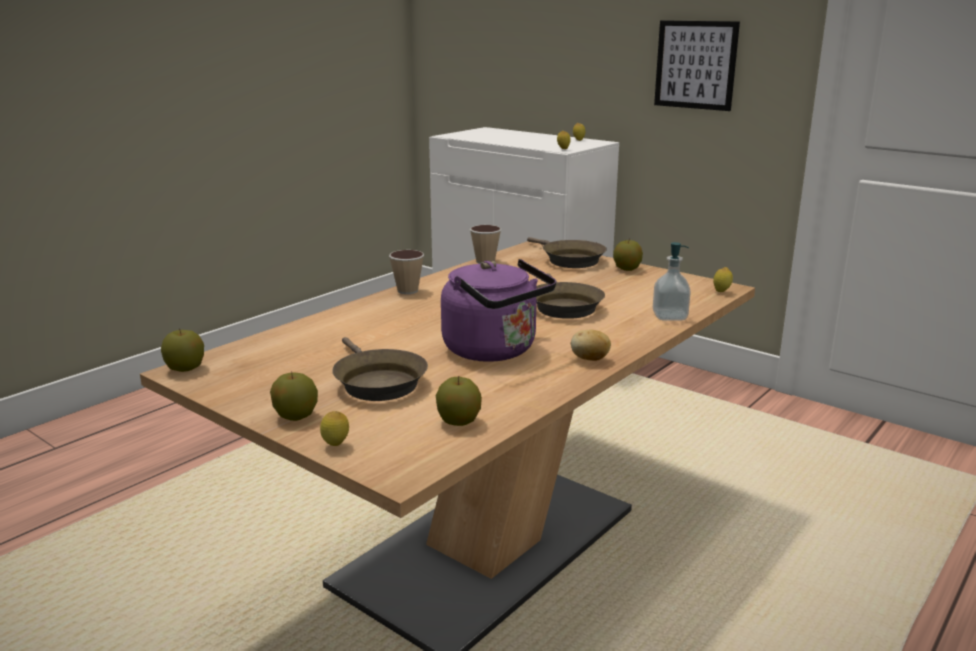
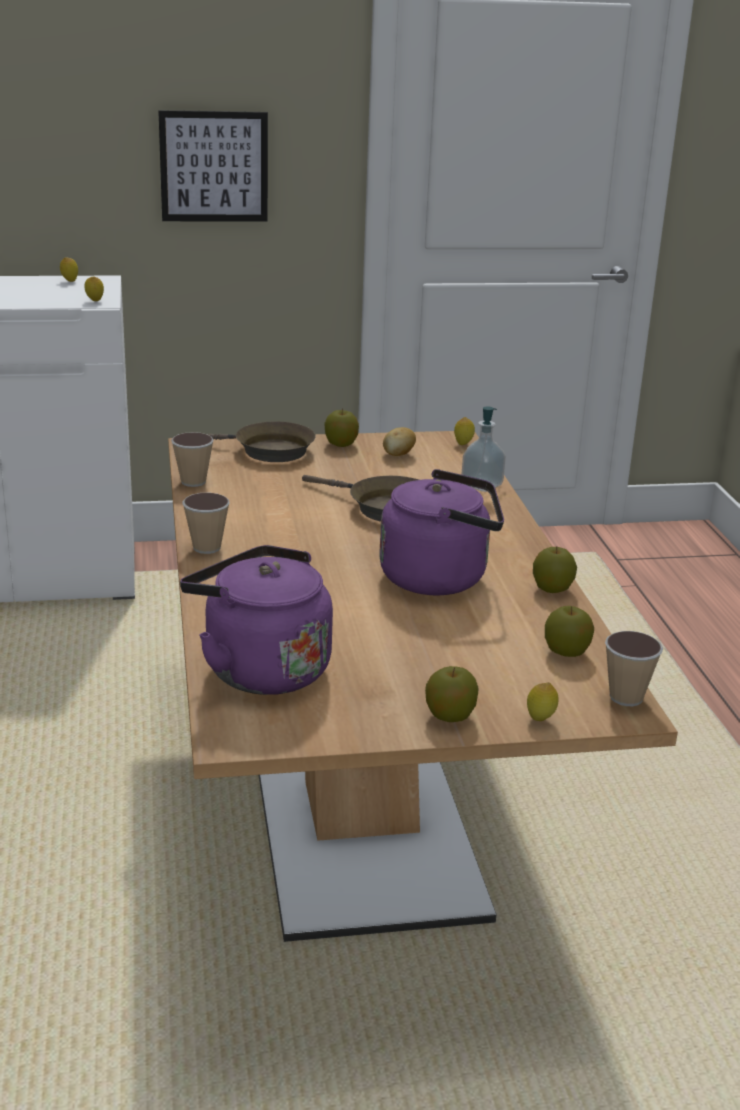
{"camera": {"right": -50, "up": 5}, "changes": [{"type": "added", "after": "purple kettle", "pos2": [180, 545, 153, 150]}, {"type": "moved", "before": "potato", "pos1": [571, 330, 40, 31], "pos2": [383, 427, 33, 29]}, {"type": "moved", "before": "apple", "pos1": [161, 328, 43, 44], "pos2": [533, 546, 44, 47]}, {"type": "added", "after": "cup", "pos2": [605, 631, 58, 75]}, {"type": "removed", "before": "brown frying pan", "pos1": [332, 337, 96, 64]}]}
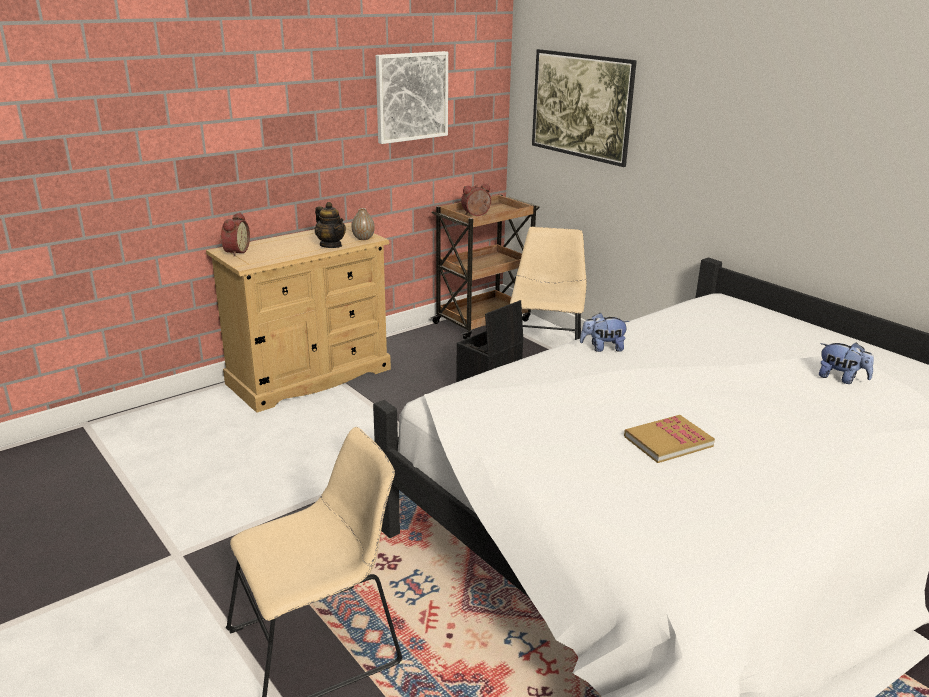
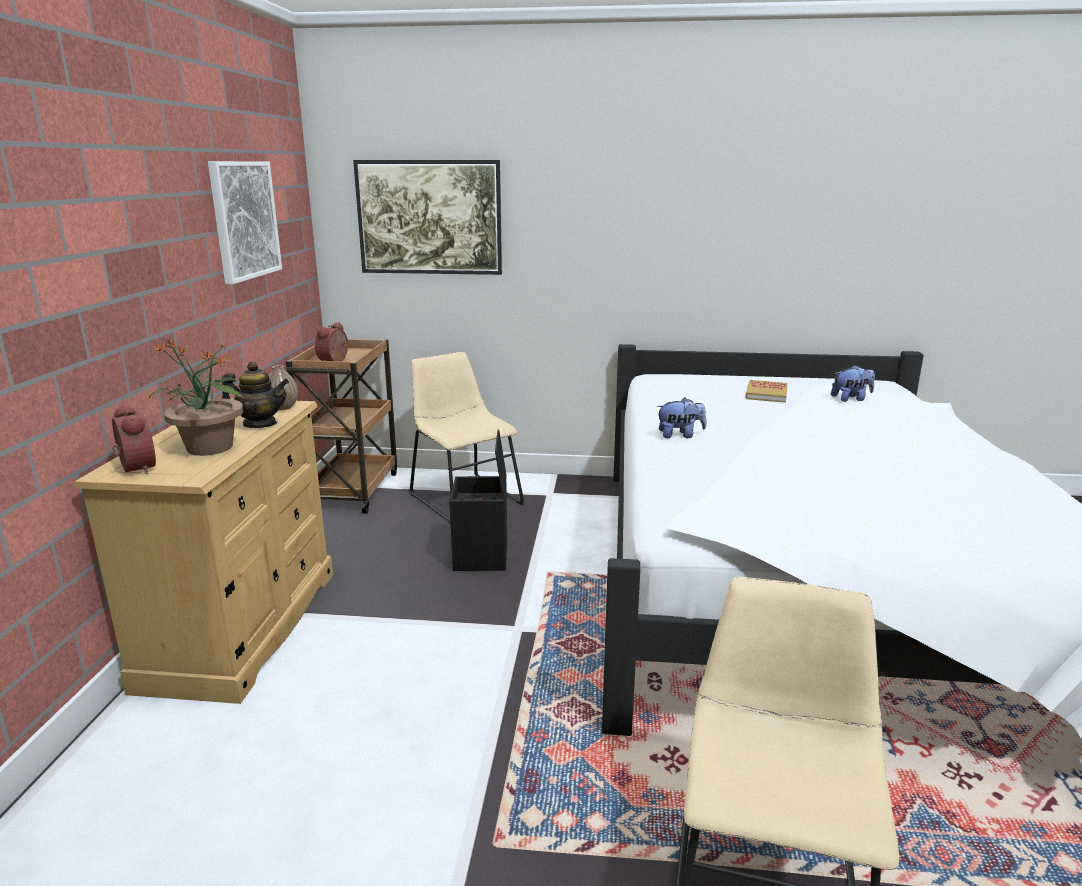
{"camera": {"right": -45, "up": -5}, "changes": [{"type": "added", "after": "potted plant", "pos2": [149, 339, 95, 117]}, {"type": "turned", "before": "plush toy", "pos1": [580, 313, 50, 39], "pos2": [656, 397, 50, 41], "turn": -135}, {"type": "moved", "before": "book", "pos1": [624, 415, 91, 48], "pos2": [745, 380, 43, 23]}]}
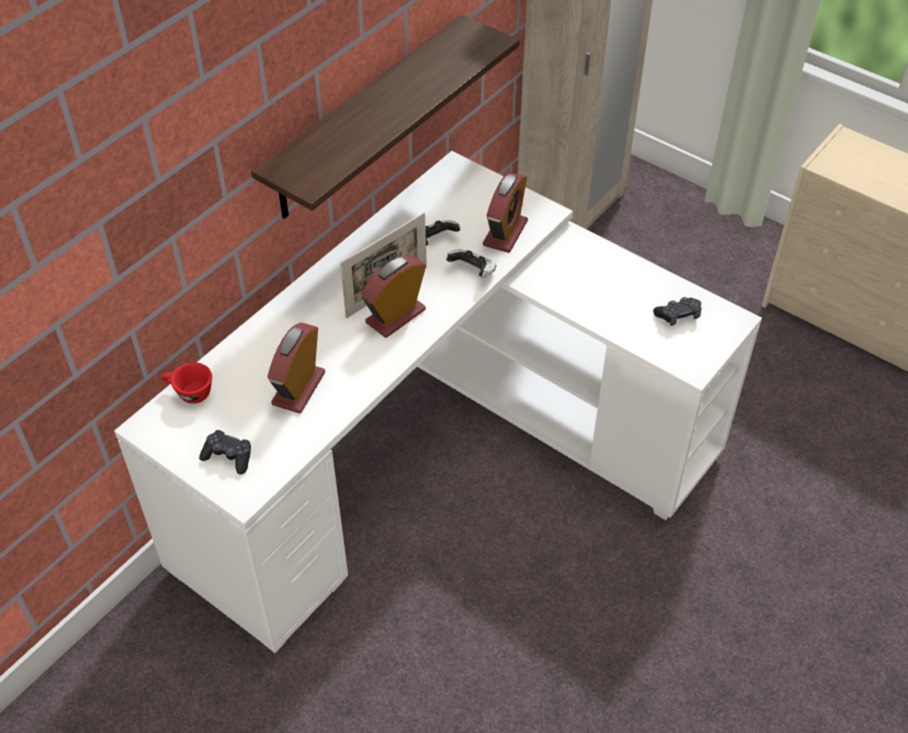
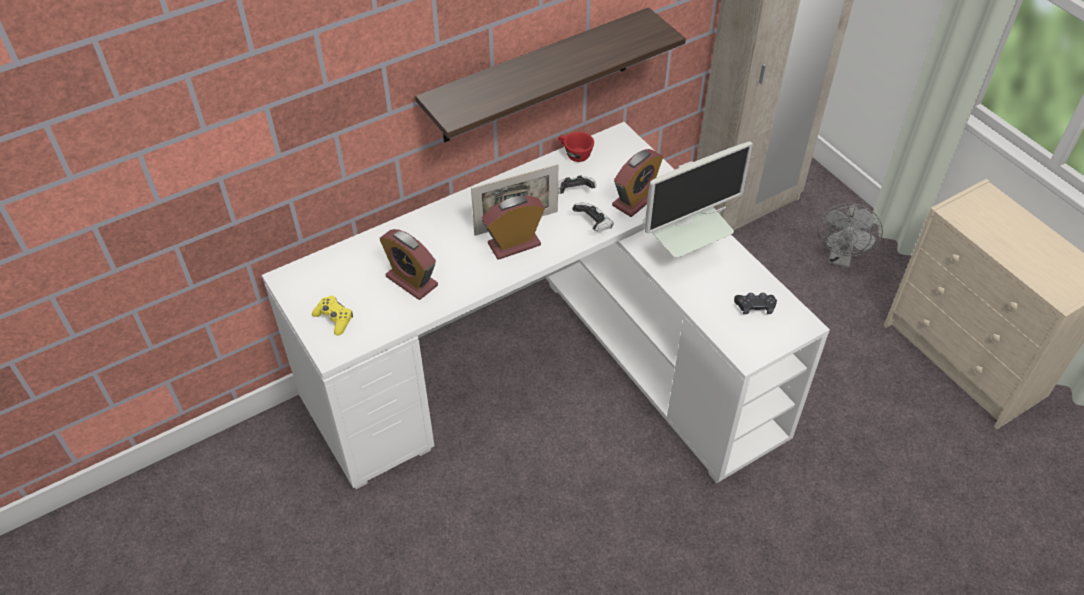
{"camera": {"right": 20, "up": 0}, "changes": [{"type": "recoloured", "before": "black game controller", "after": "yellow game controller", "pos1": [199, 430, 52, 45], "pos2": [312, 295, 41, 40]}, {"type": "turned", "before": "alarm clock", "pos1": [267, 323, 58, 90], "pos2": [379, 229, 59, 71], "turn": -90}, {"type": "moved", "before": "red cup", "pos1": [162, 362, 50, 42], "pos2": [558, 132, 36, 30]}, {"type": "added", "after": "monitor", "pos2": [643, 141, 110, 116]}, {"type": "added", "after": "grey fan", "pos2": [817, 203, 66, 65]}]}
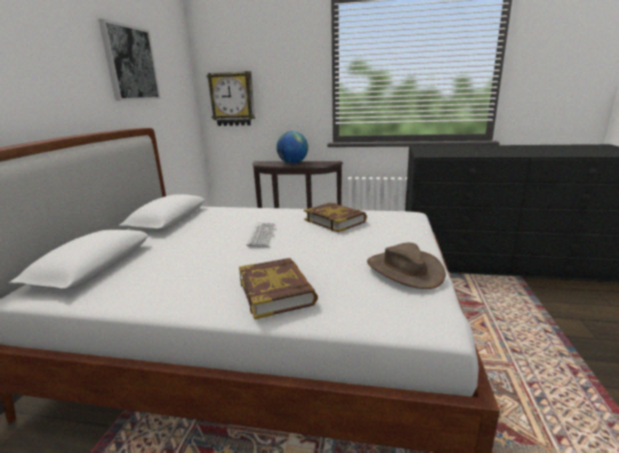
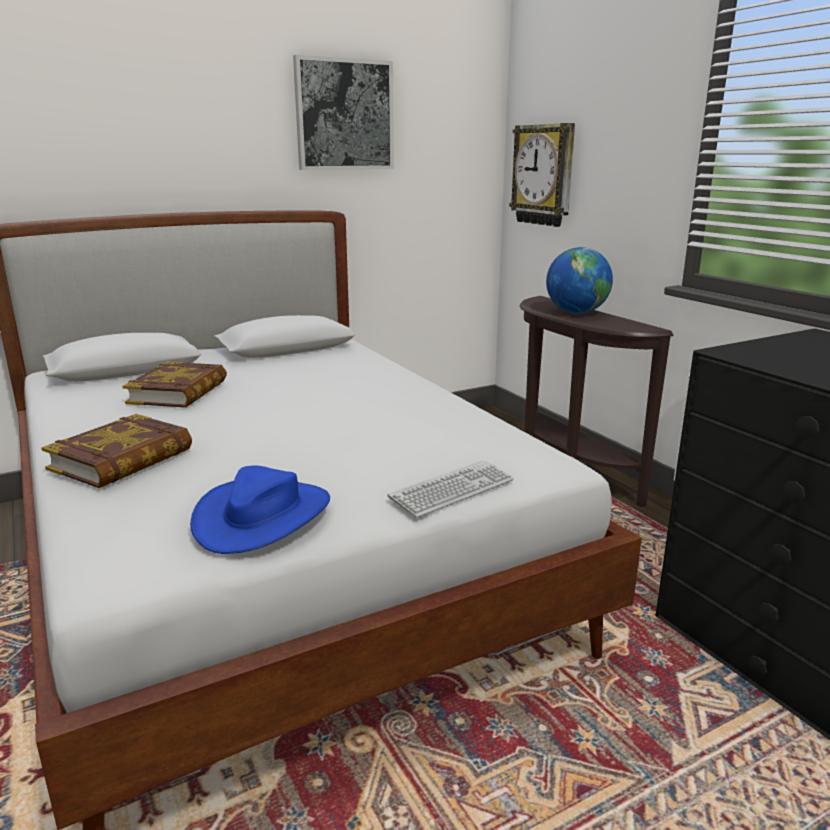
{"camera": {"right": 50, "up": 0}, "changes": [{"type": "moved", "before": "book", "pos1": [304, 202, 63, 31], "pos2": [123, 361, 104, 47]}, {"type": "recoloured", "before": "brown hat", "after": "blue hat", "pos1": [367, 242, 79, 47], "pos2": [190, 466, 140, 88]}, {"type": "moved", "before": "keyboard", "pos1": [247, 223, 29, 24], "pos2": [387, 460, 127, 58]}]}
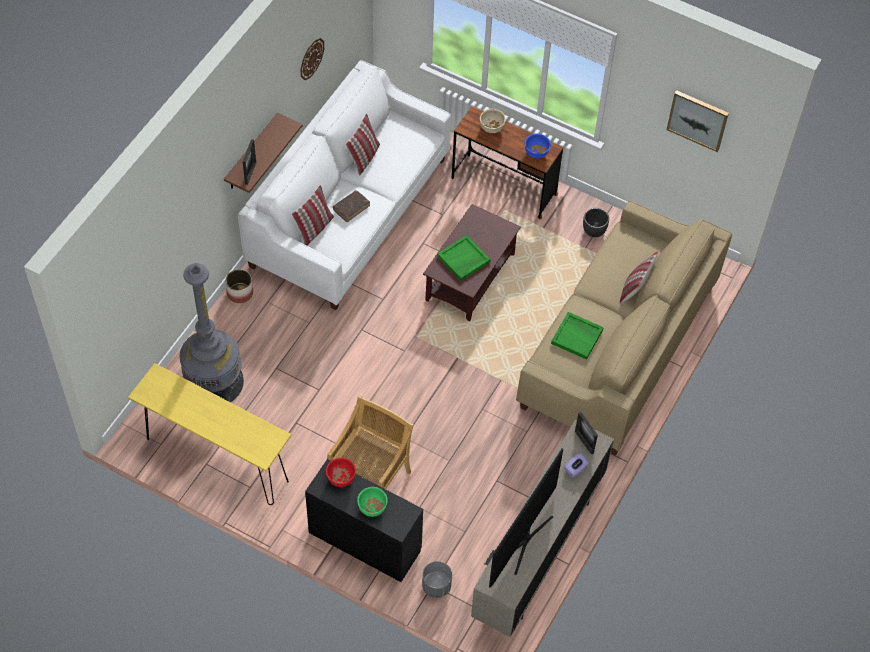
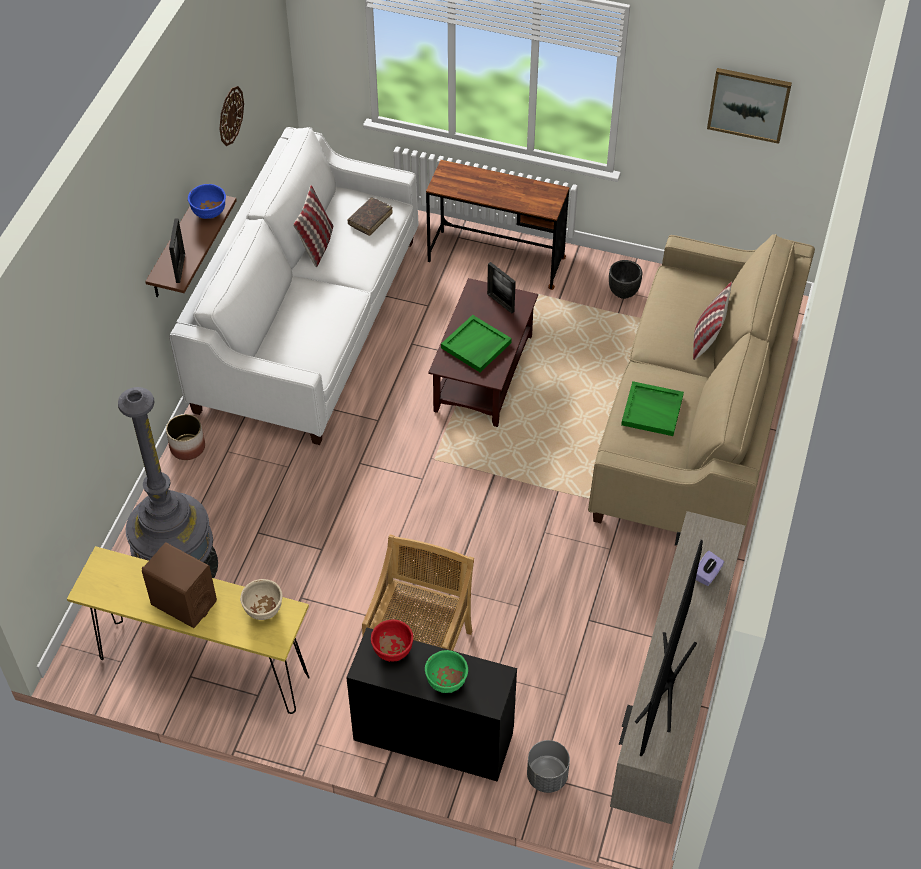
{"camera": {"right": -10, "up": -5}, "changes": [{"type": "added", "after": "brown speaker", "pos2": [142, 542, 75, 86]}, {"type": "moved", "before": "blue bowl", "pos1": [525, 134, 26, 25], "pos2": [188, 184, 38, 35]}, {"type": "moved", "before": "beige bowl", "pos1": [480, 109, 26, 24], "pos2": [240, 579, 42, 41]}, {"type": "moved", "before": "brown book", "pos1": [333, 190, 37, 32], "pos2": [348, 197, 45, 39]}, {"type": "moved", "before": "picture frame", "pos1": [575, 412, 23, 43], "pos2": [487, 262, 29, 52]}, {"type": "removed", "before": "pillow", "pos1": [292, 185, 42, 61]}]}
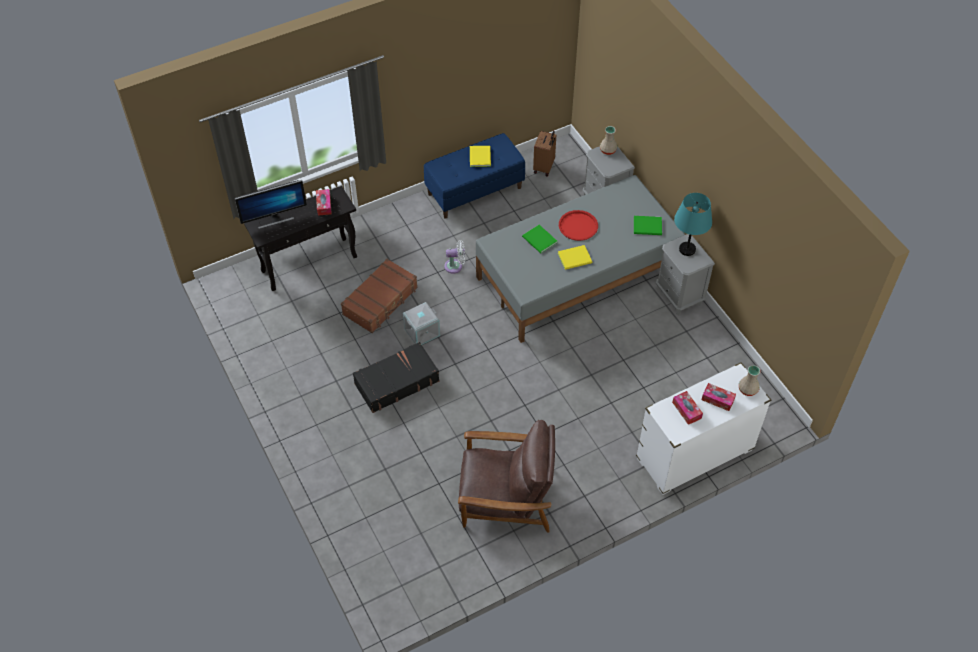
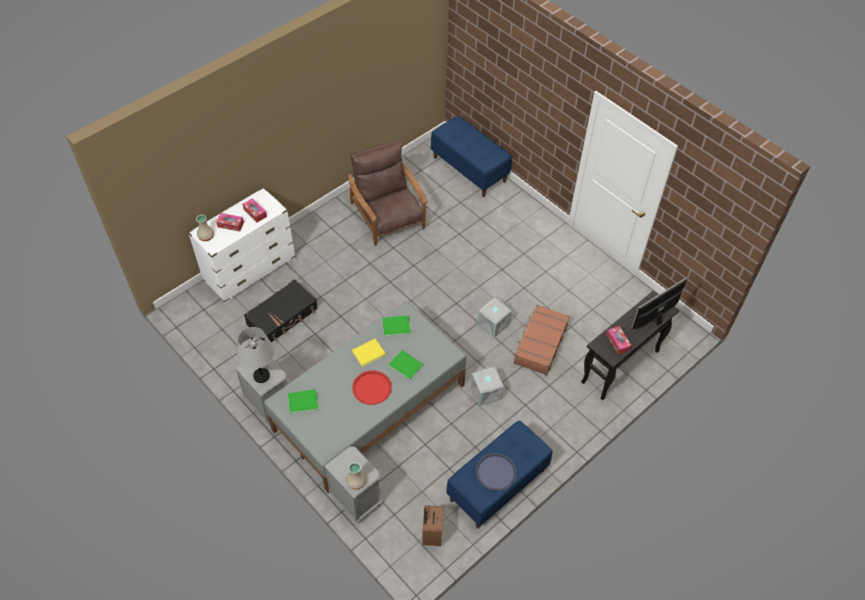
{"camera": {"right": 165, "up": 0}, "changes": [{"type": "recoloured", "before": "turquoise table lamp", "after": "grey table lamp", "pos1": [674, 193, 38, 63], "pos2": [237, 327, 37, 56]}, {"type": "moved", "before": "black suitcase", "pos1": [353, 342, 87, 71], "pos2": [244, 279, 74, 63]}, {"type": "turned", "before": "brown armchair", "pos1": [458, 420, 97, 113], "pos2": [348, 141, 80, 105], "turn": 75}, {"type": "added", "after": "green book", "pos2": [382, 315, 29, 22]}, {"type": "added", "after": "blue bench", "pos2": [431, 116, 81, 81]}, {"type": "replaced", "before": "white fan", "after": "grey storage box", "pos1": [444, 240, 21, 34], "pos2": [471, 367, 33, 39]}, {"type": "replaced", "before": "yellow book", "after": "blue tray", "pos1": [470, 146, 21, 21], "pos2": [475, 453, 42, 38]}]}
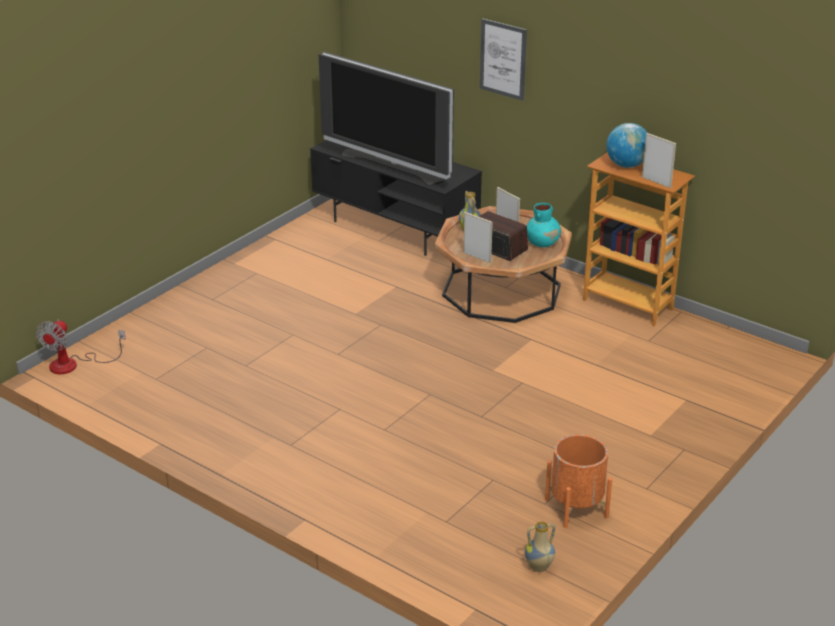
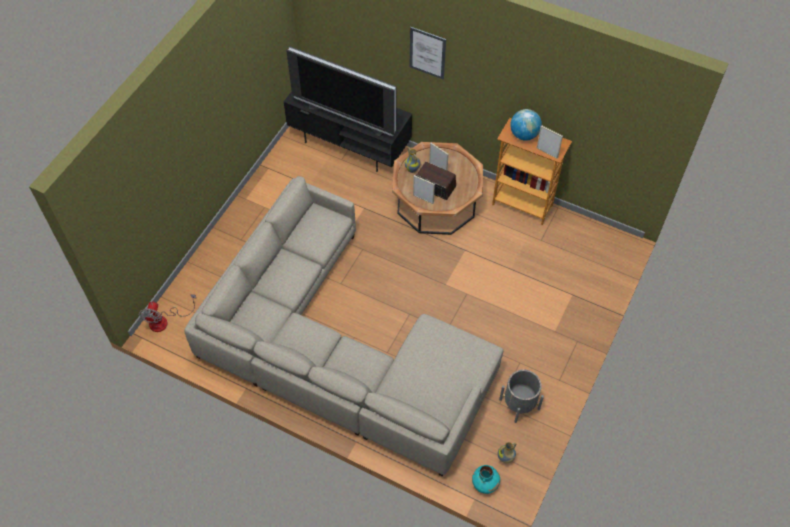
{"camera": {"right": -10, "up": 25}, "changes": [{"type": "added", "after": "beige sofa", "pos2": [184, 176, 319, 301]}, {"type": "moved", "before": "turquoise vase", "pos1": [527, 203, 34, 44], "pos2": [472, 465, 28, 29]}, {"type": "recoloured", "before": "orange planter", "after": "grey planter", "pos1": [545, 434, 67, 94], "pos2": [499, 370, 45, 53]}]}
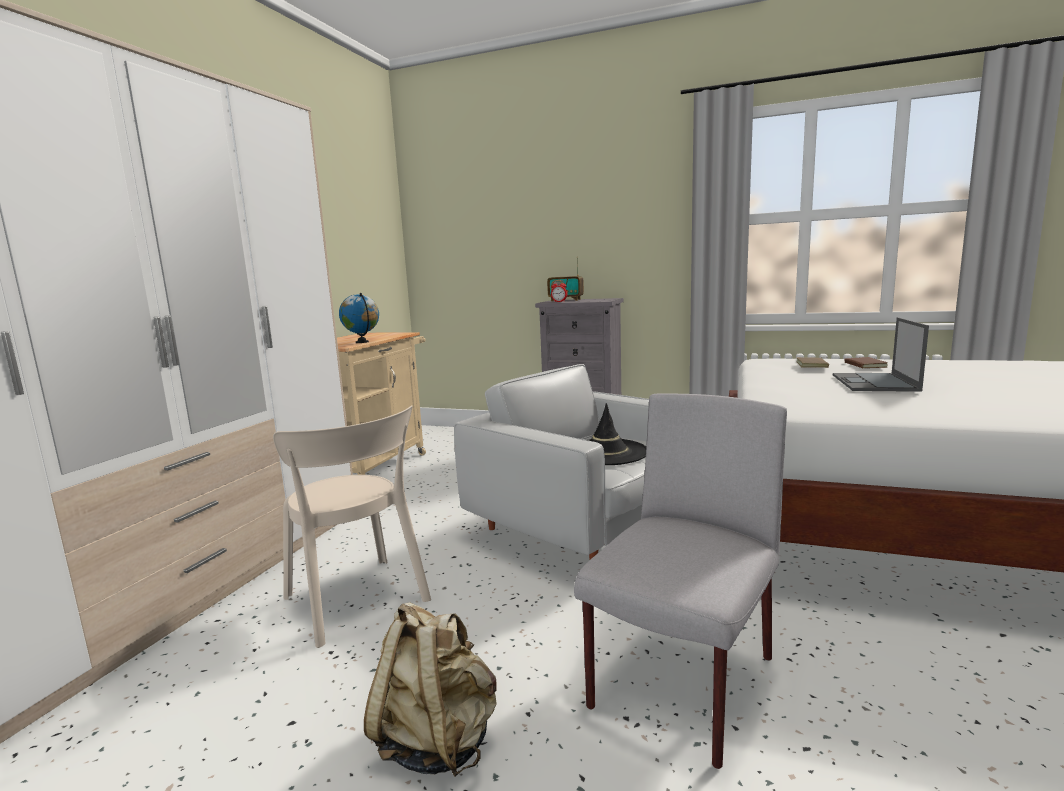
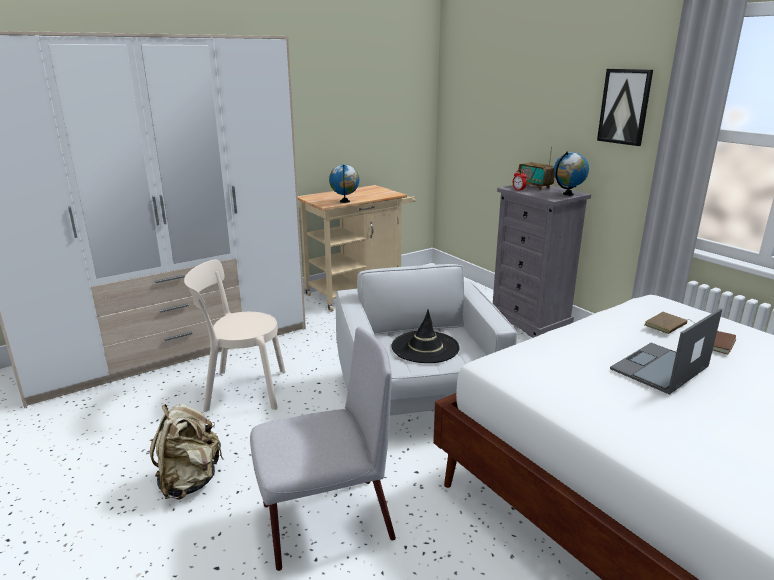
{"camera": {"right": 35, "up": 10}, "changes": [{"type": "turned", "before": "beige chair", "pos1": [273, 405, 158, 243], "pos2": [184, 260, 102, 152], "turn": 90}, {"type": "added", "after": "globe", "pos2": [554, 152, 35, 44]}, {"type": "added", "after": "picture", "pos2": [597, 69, 56, 77]}]}
